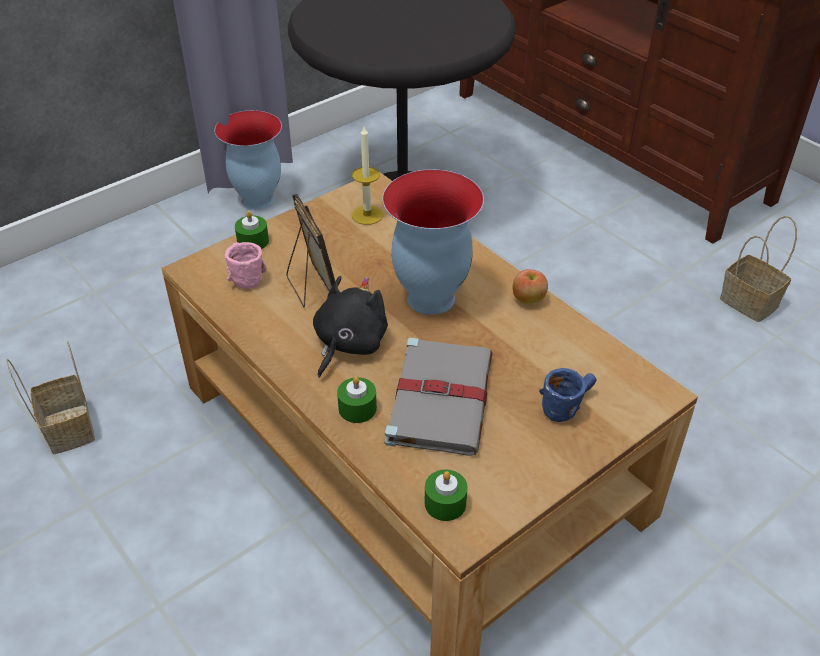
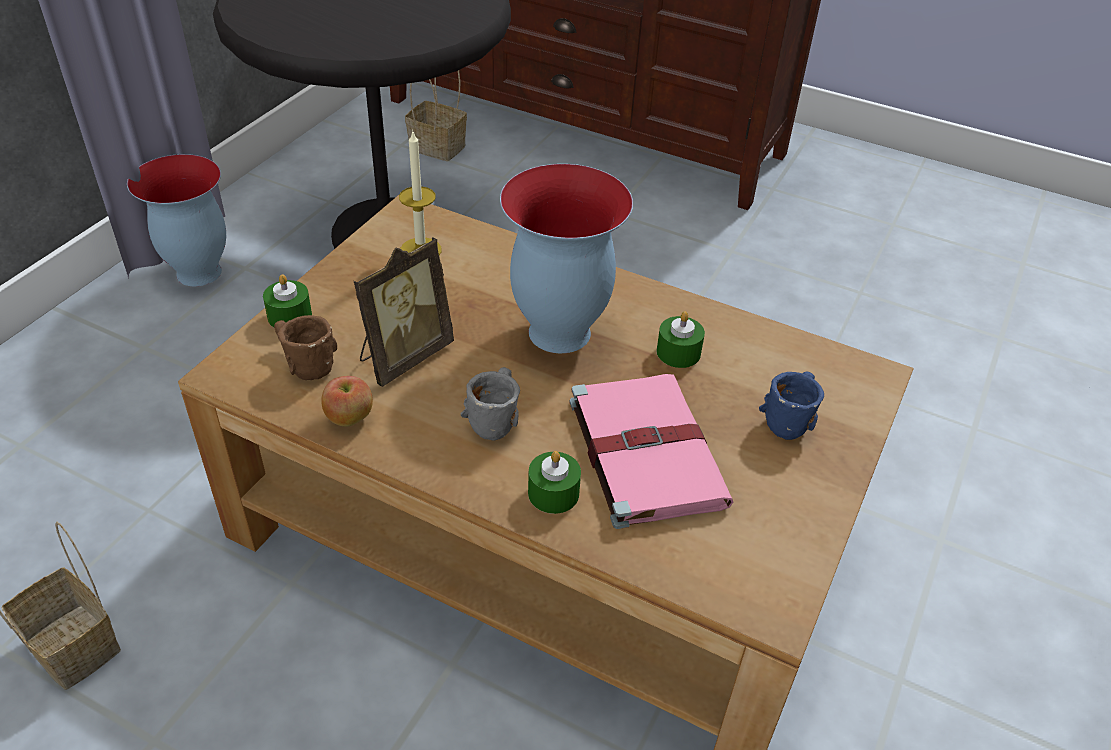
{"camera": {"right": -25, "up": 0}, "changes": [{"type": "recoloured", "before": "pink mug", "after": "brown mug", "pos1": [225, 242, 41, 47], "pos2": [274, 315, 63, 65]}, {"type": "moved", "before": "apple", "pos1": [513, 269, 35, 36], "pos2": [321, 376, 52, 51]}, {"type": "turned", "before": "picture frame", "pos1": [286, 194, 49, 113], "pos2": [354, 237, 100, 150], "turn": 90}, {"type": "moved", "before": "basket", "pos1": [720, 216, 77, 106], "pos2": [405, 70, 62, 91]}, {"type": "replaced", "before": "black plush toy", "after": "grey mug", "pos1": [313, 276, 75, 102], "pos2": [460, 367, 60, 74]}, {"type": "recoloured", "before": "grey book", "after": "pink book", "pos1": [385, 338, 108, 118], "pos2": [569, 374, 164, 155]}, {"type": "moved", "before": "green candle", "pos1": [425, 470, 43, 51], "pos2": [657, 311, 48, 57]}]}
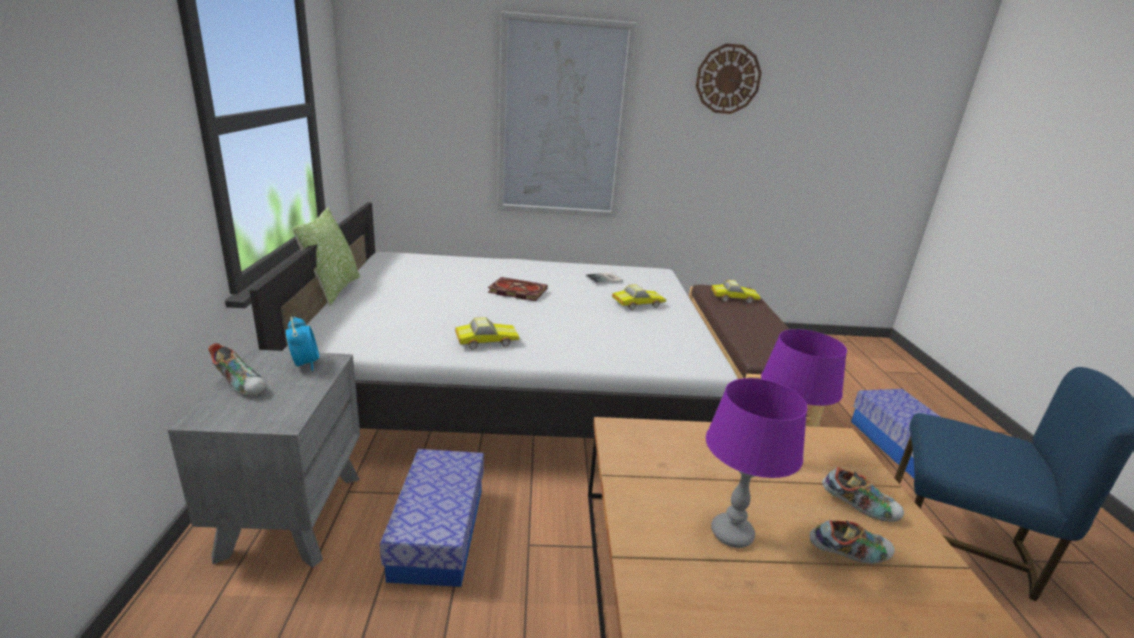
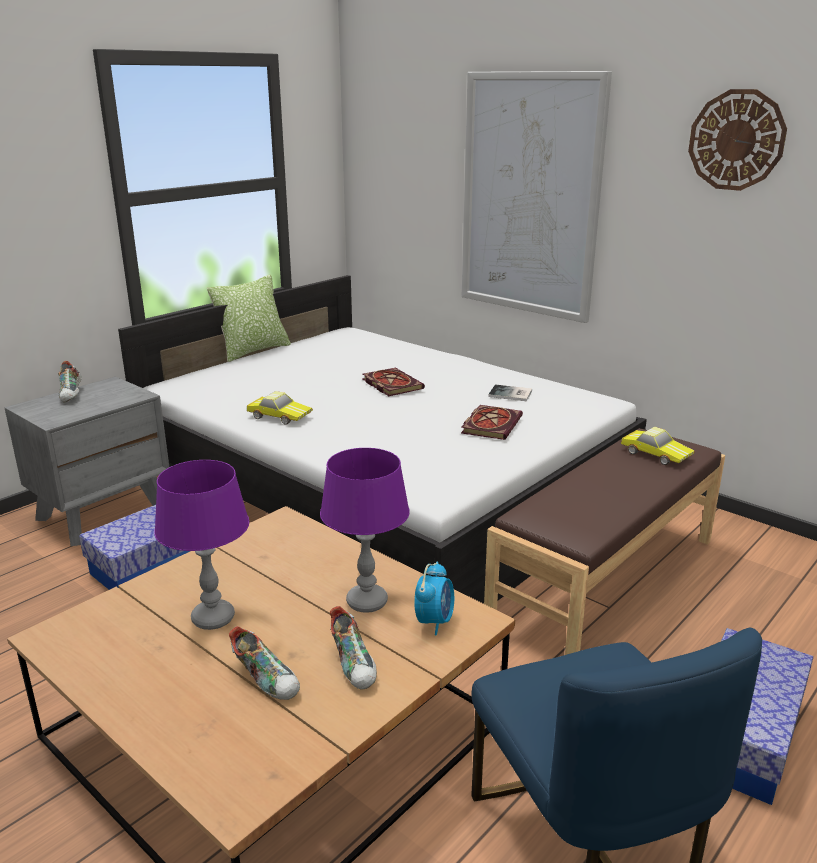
{"camera": {"right": 45, "up": 0}, "changes": [{"type": "moved", "before": "alarm clock", "pos1": [286, 317, 33, 54], "pos2": [414, 562, 40, 73]}, {"type": "replaced", "before": "toy car", "after": "book", "pos1": [612, 284, 54, 26], "pos2": [461, 405, 62, 35]}]}
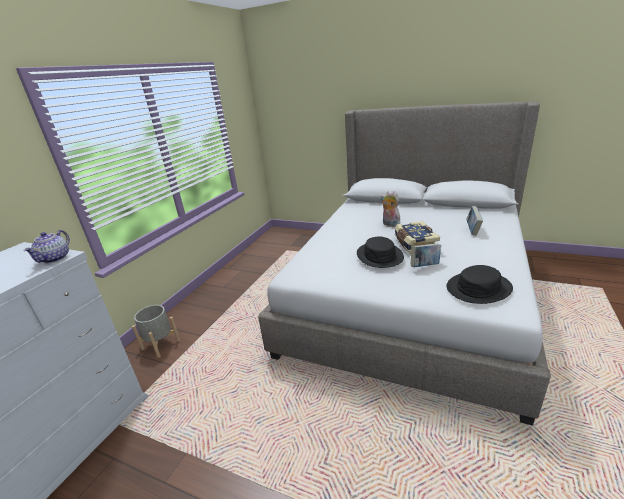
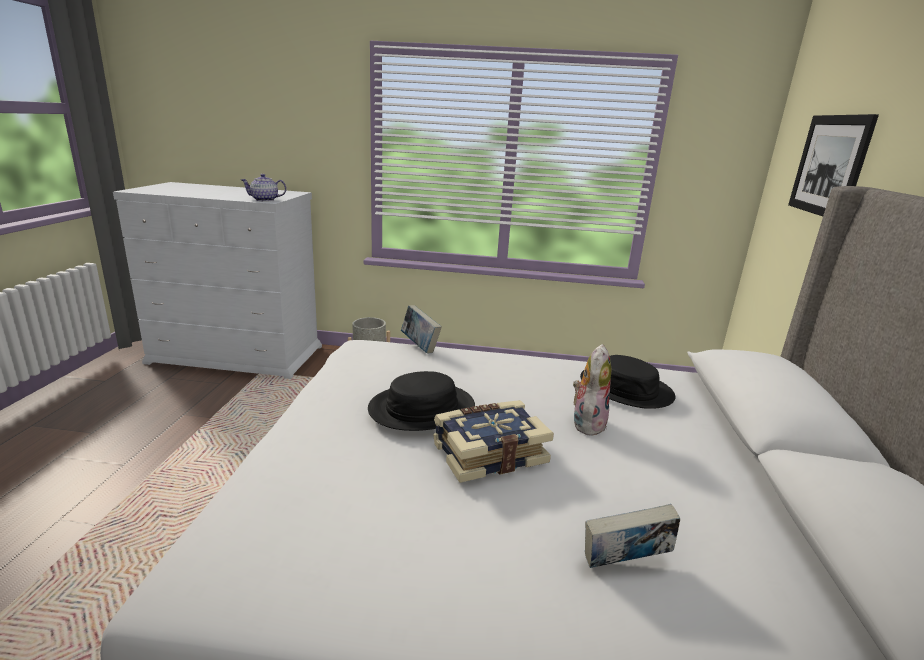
{"camera": {"right": 70, "up": -5}, "changes": [{"type": "moved", "before": "book", "pos1": [411, 243, 30, 24], "pos2": [401, 305, 41, 49]}, {"type": "moved", "before": "black hat", "pos1": [446, 265, 67, 39], "pos2": [580, 355, 96, 54]}, {"type": "added", "after": "picture", "pos2": [788, 114, 91, 102]}]}
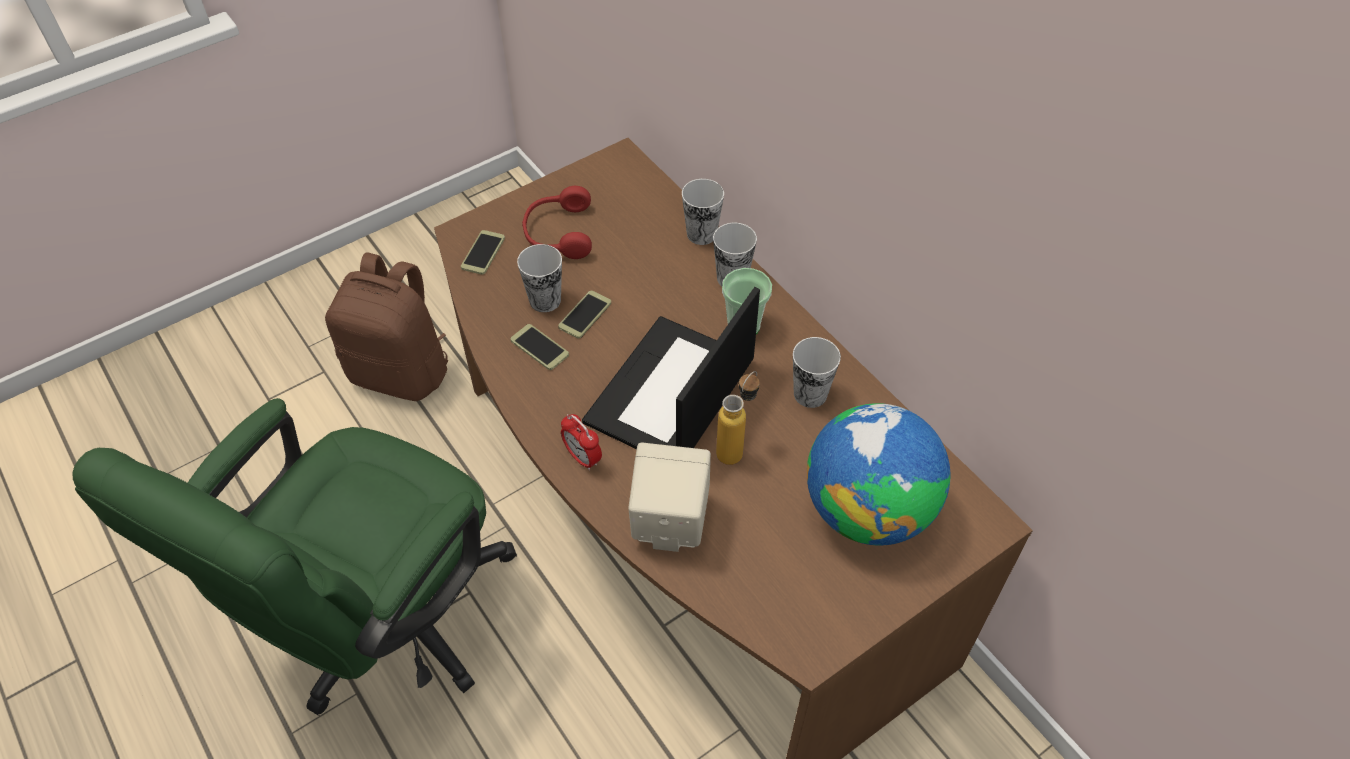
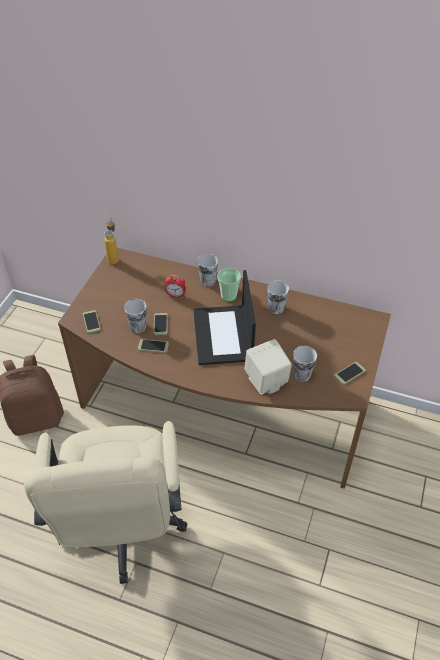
{"camera": {"right": -35, "up": -5}, "changes": [{"type": "recoloured", "before": "green office chair", "after": "beige office chair", "pos1": [72, 398, 445, 318], "pos2": [24, 421, 163, 163]}, {"type": "moved", "before": "bottle", "pos1": [716, 371, 44, 94], "pos2": [104, 218, 15, 46]}, {"type": "moved", "before": "alarm clock", "pos1": [561, 414, 41, 56], "pos2": [165, 275, 21, 23]}, {"type": "moved", "before": "cup", "pos1": [682, 179, 42, 66], "pos2": [293, 346, 24, 36]}, {"type": "added", "after": "phone", "pos2": [334, 362, 31, 23]}, {"type": "removed", "before": "red headphones", "pos1": [522, 186, 70, 73]}, {"type": "removed", "before": "globe", "pos1": [807, 403, 143, 142]}]}
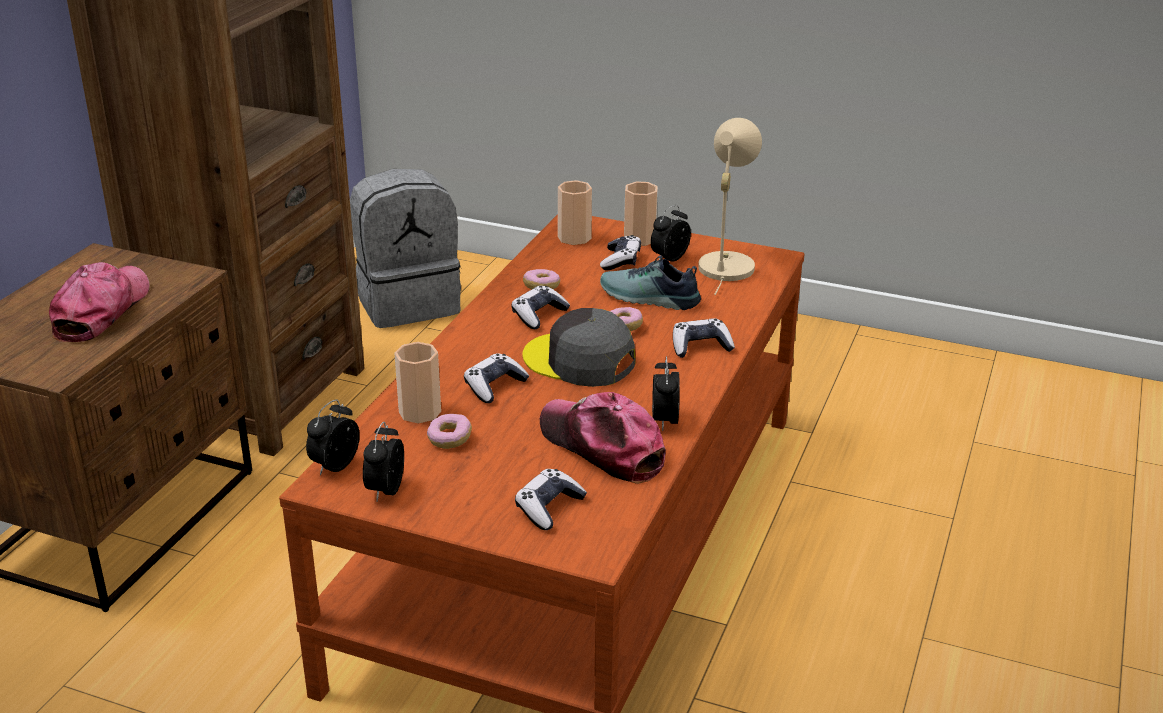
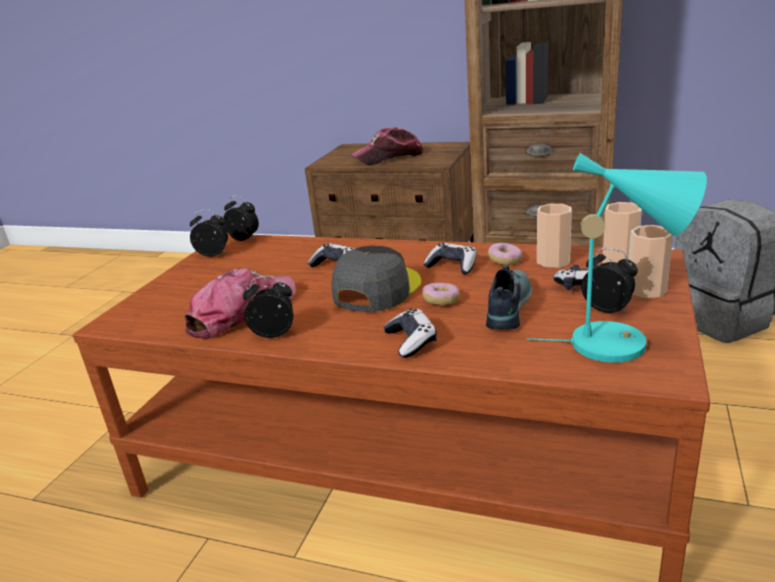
{"camera": {"right": 90, "up": -5}, "changes": [{"type": "turned", "before": "cap", "pos1": [49, 262, 101, 80], "pos2": [351, 127, 73, 38], "turn": 150}, {"type": "recoloured", "before": "beige table lamp", "after": "turquoise table lamp", "pos1": [698, 118, 64, 177], "pos2": [527, 153, 180, 210]}, {"type": "moved", "before": "cup", "pos1": [394, 342, 47, 82], "pos2": [537, 204, 35, 64]}, {"type": "removed", "before": "donut", "pos1": [427, 414, 45, 35]}, {"type": "removed", "before": "game controller", "pos1": [515, 469, 72, 61]}]}
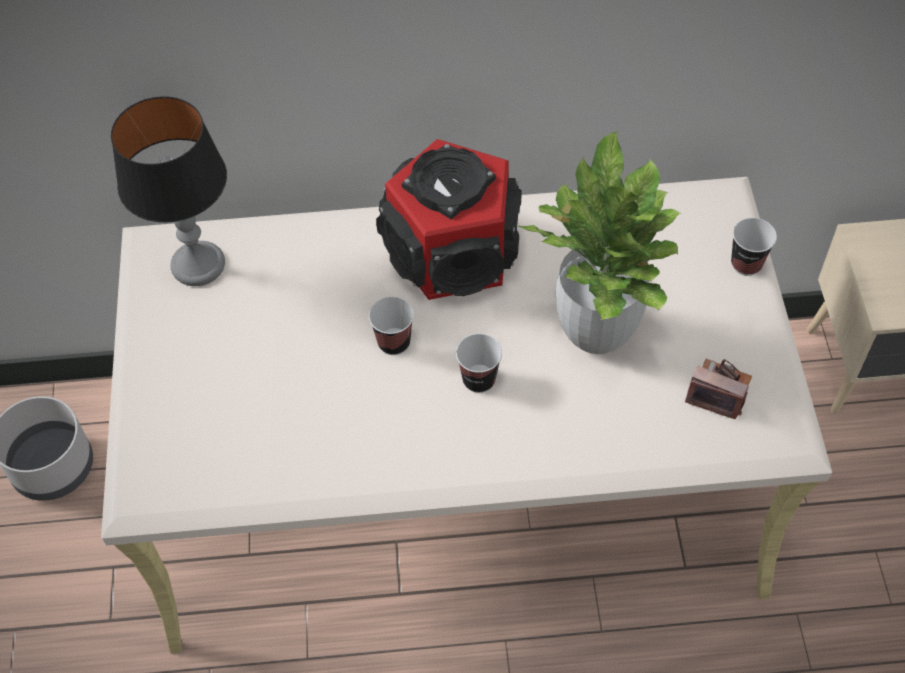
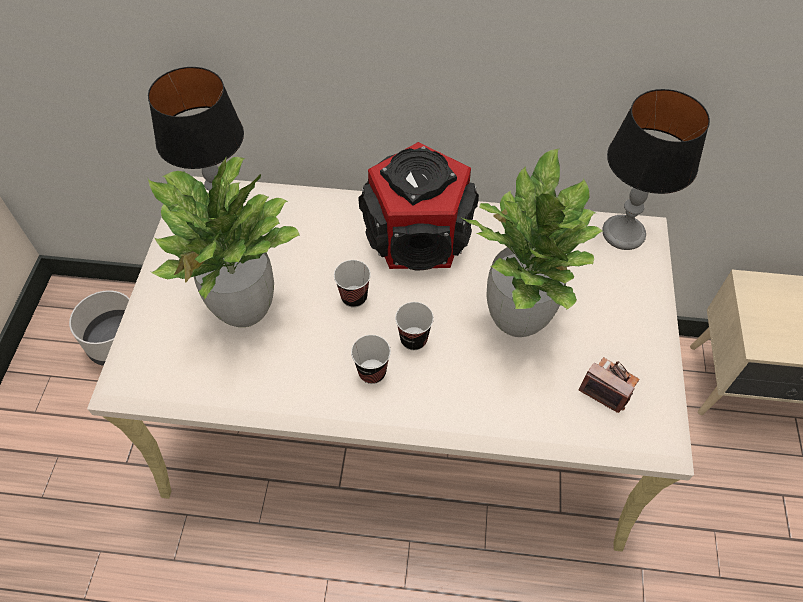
{"camera": {"right": 10, "up": 0}, "changes": [{"type": "added", "after": "potted plant", "pos2": [147, 157, 153, 170]}, {"type": "moved", "before": "cup", "pos1": [731, 218, 46, 58], "pos2": [351, 335, 40, 49]}, {"type": "added", "after": "table lamp", "pos2": [602, 89, 108, 161]}]}
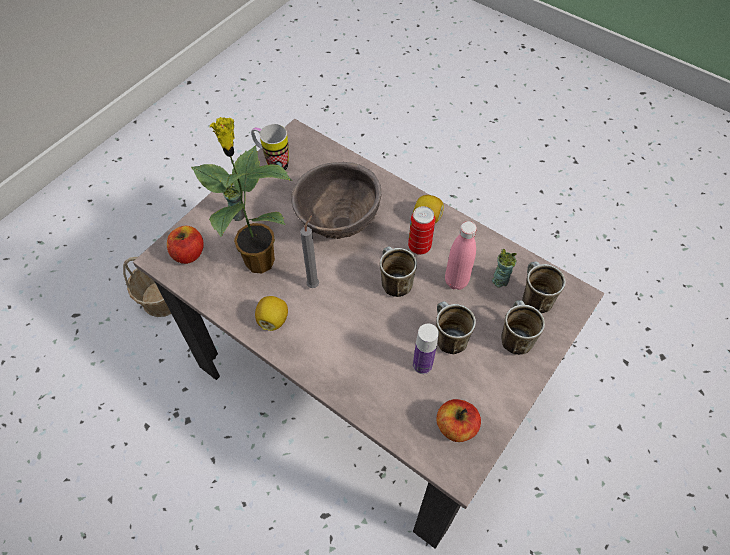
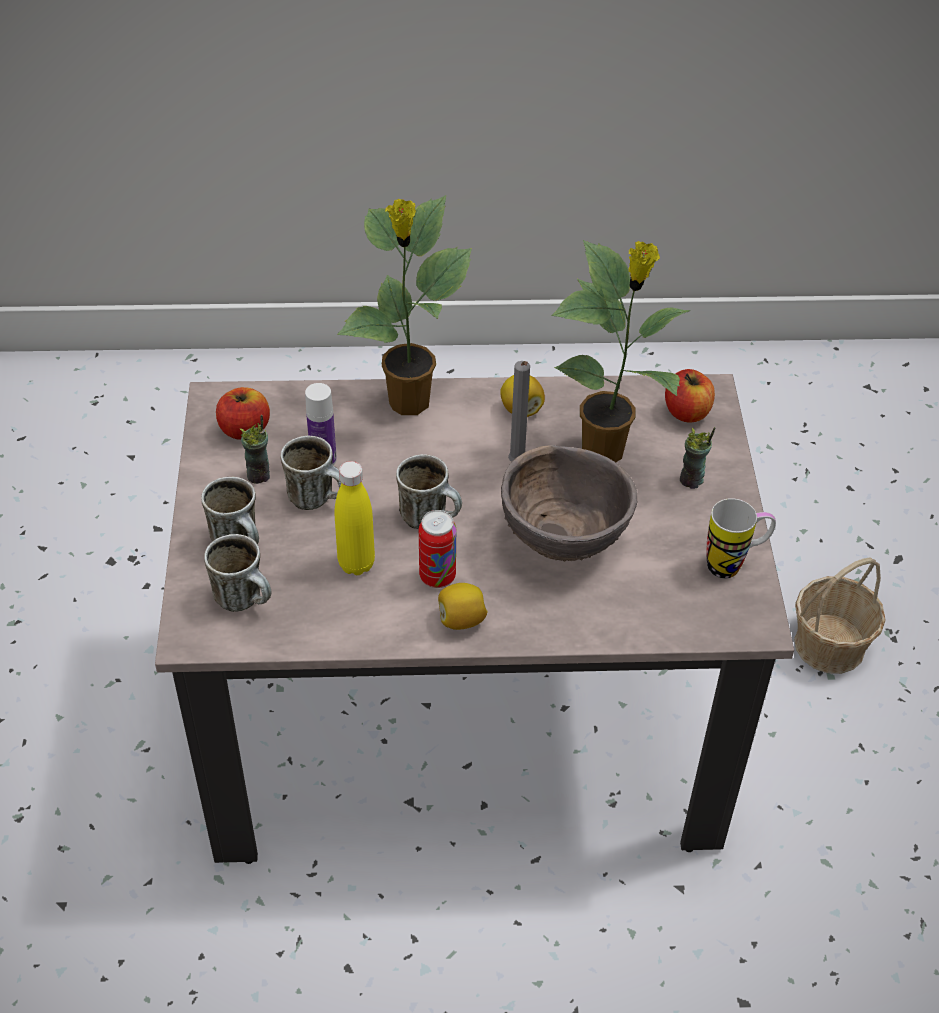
{"camera": {"right": 140, "up": -10}, "changes": [{"type": "moved", "before": "cup", "pos1": [492, 249, 25, 39], "pos2": [240, 415, 30, 69]}, {"type": "recoloured", "before": "pink bottle", "after": "yellow bottle", "pos1": [445, 221, 32, 69], "pos2": [335, 461, 40, 114]}, {"type": "added", "after": "potted plant", "pos2": [338, 195, 134, 220]}]}
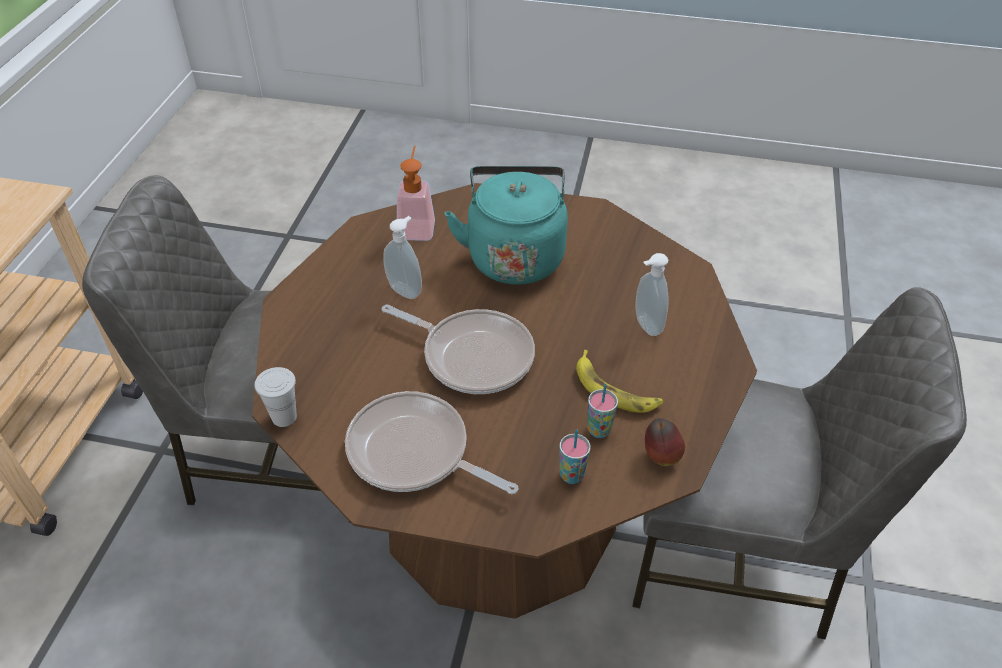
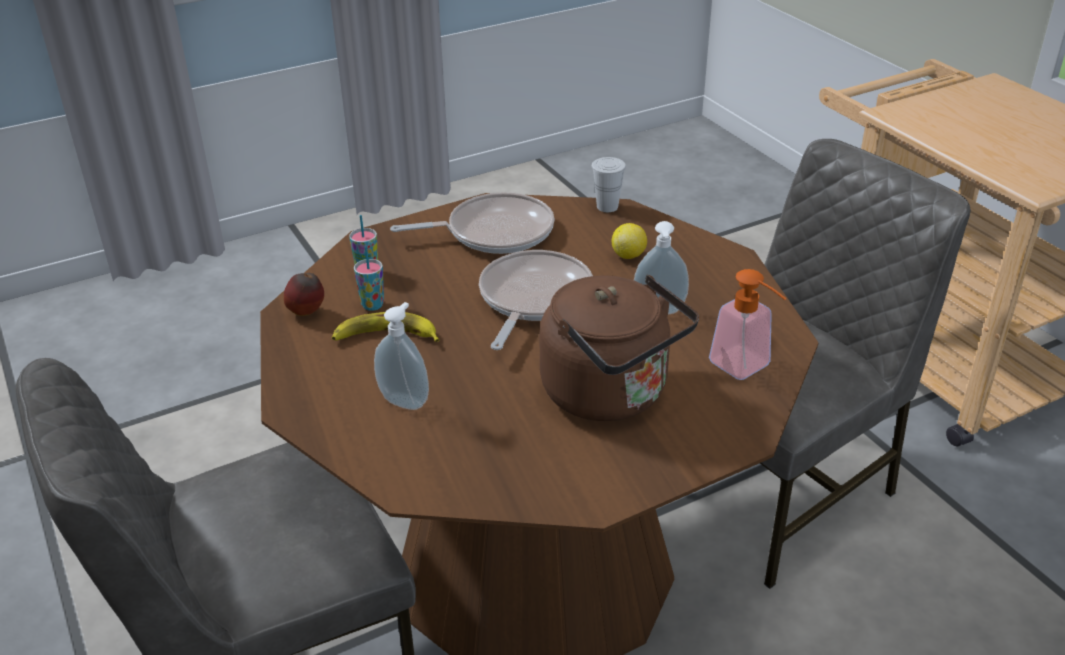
{"camera": {"right": 140, "up": -10}, "changes": [{"type": "turned", "before": "frying pan", "pos1": [382, 305, 153, 89], "pos2": [479, 250, 114, 100], "turn": 120}, {"type": "recoloured", "before": "turquoise kettle", "after": "brown kettle", "pos1": [445, 166, 123, 119], "pos2": [539, 275, 160, 146]}, {"type": "added", "after": "lemon", "pos2": [612, 223, 35, 36]}]}
